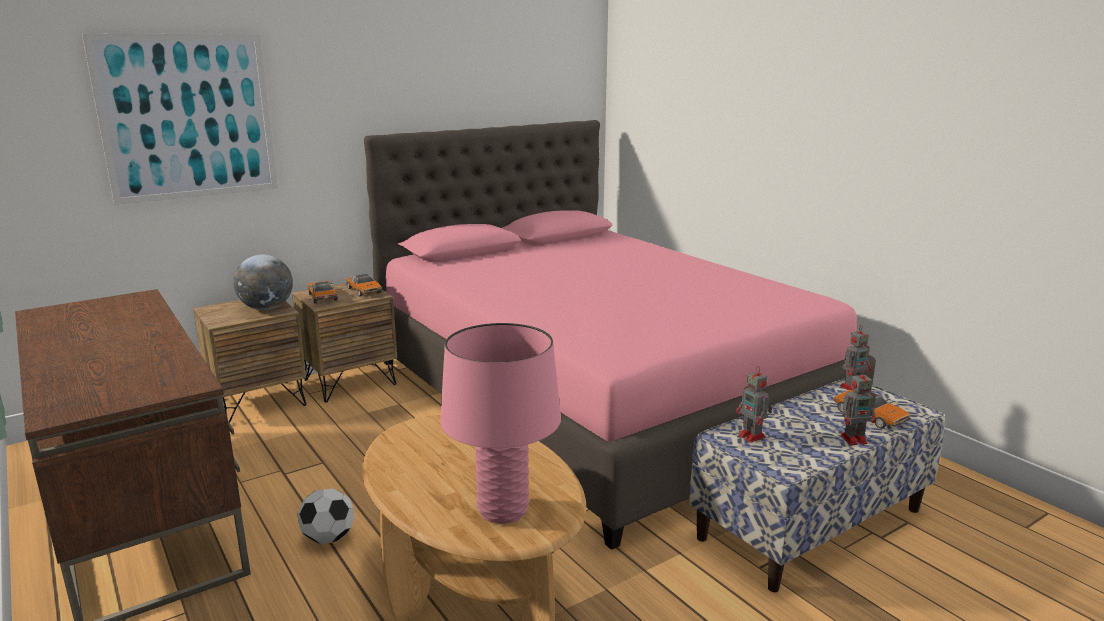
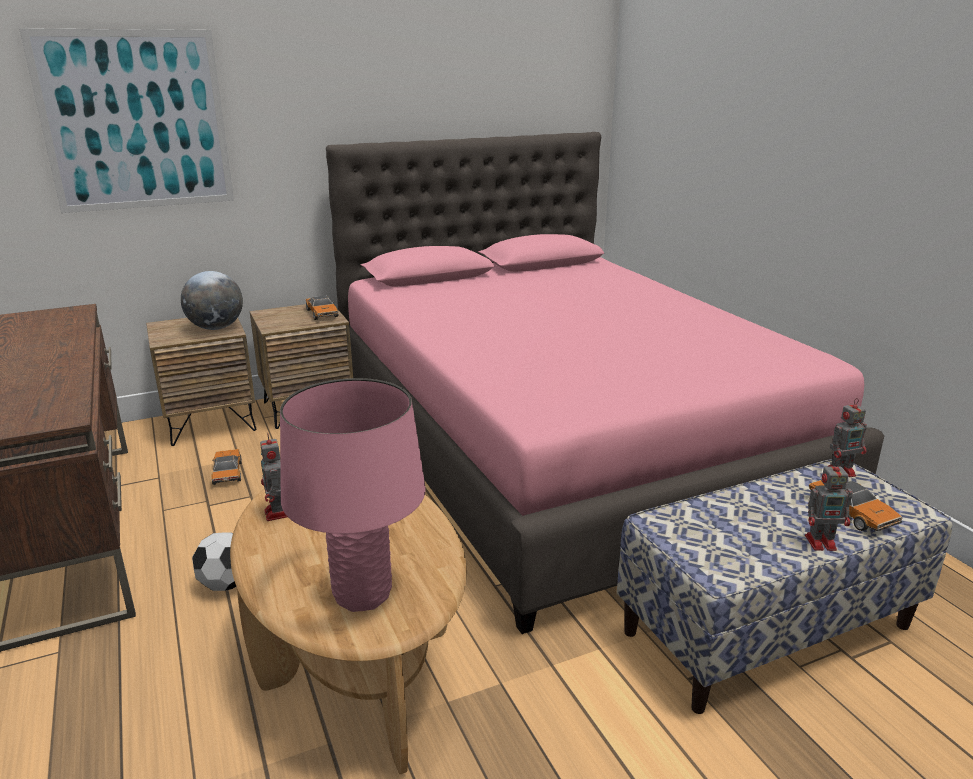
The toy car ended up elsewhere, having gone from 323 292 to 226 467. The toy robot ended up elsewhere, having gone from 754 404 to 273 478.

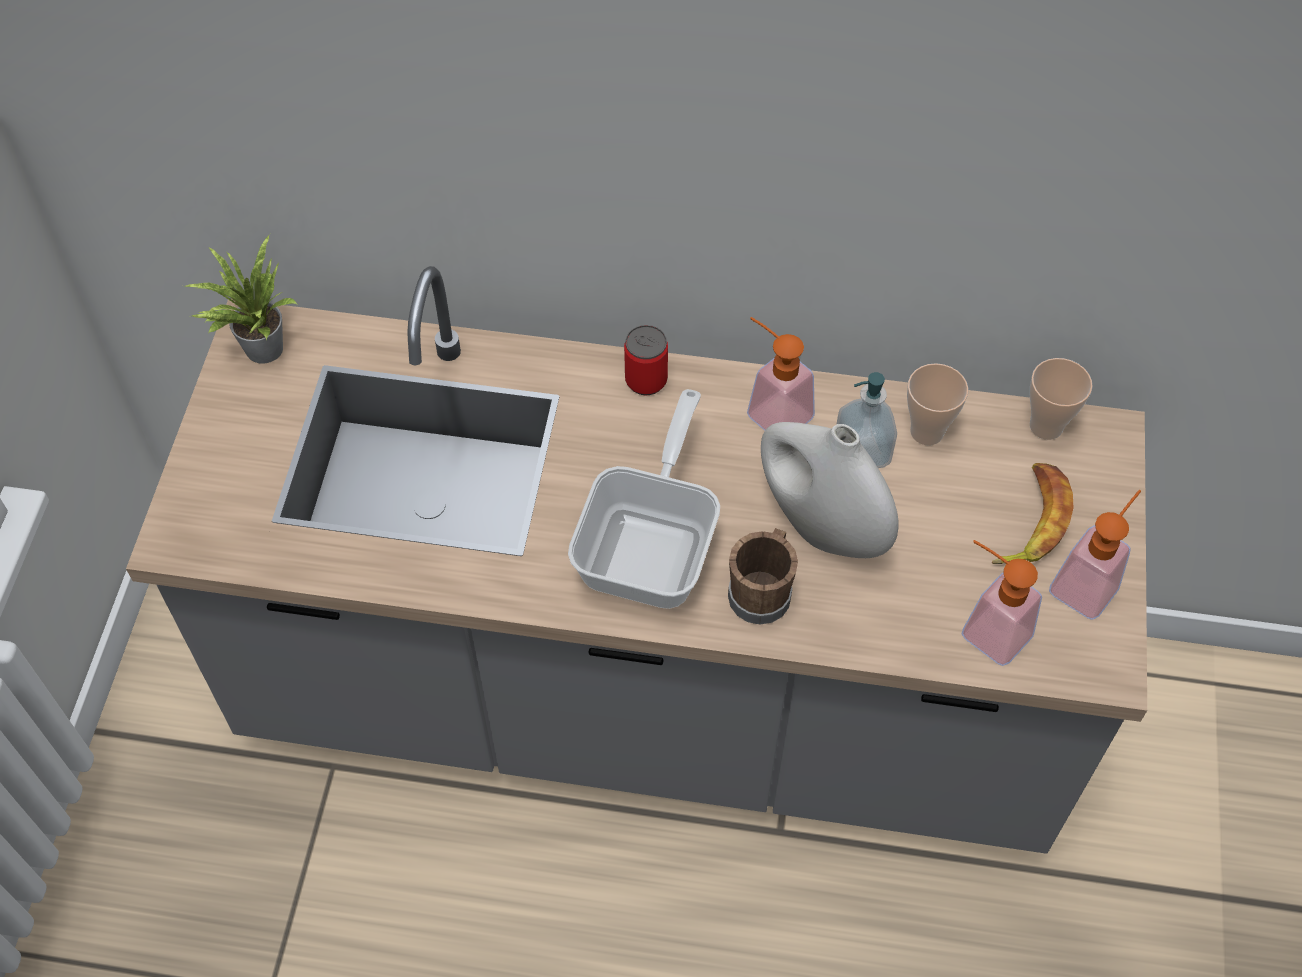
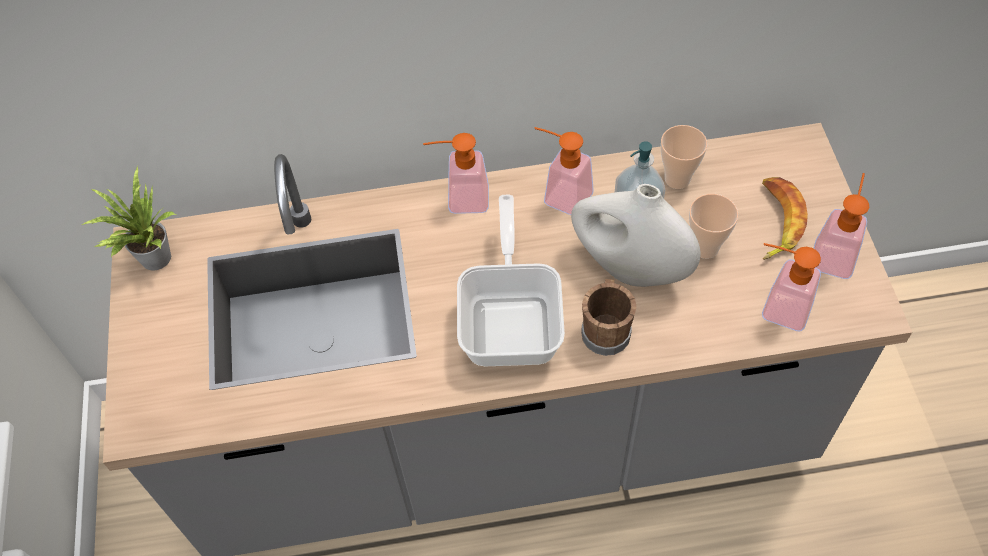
The cup ended up elsewhere, having gone from 1061 399 to 713 226. Where the can stood at 646 360, the soap dispenser came to stand at 456 173.

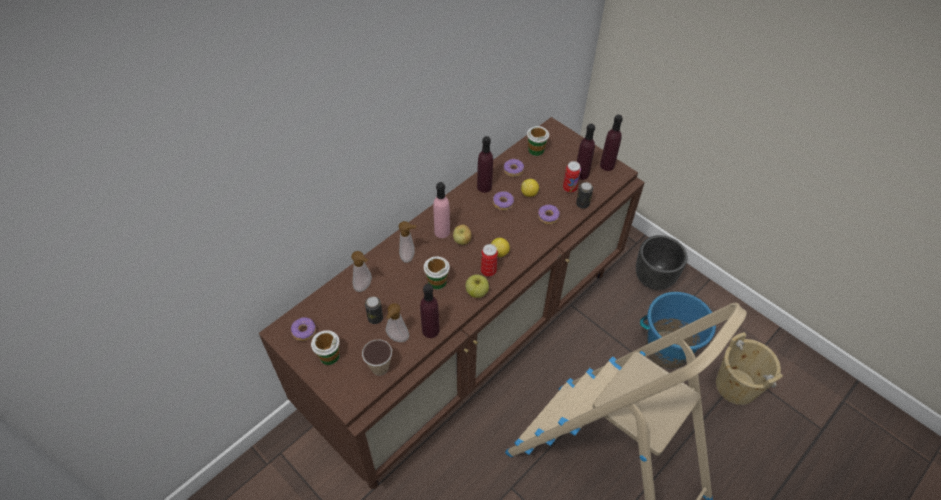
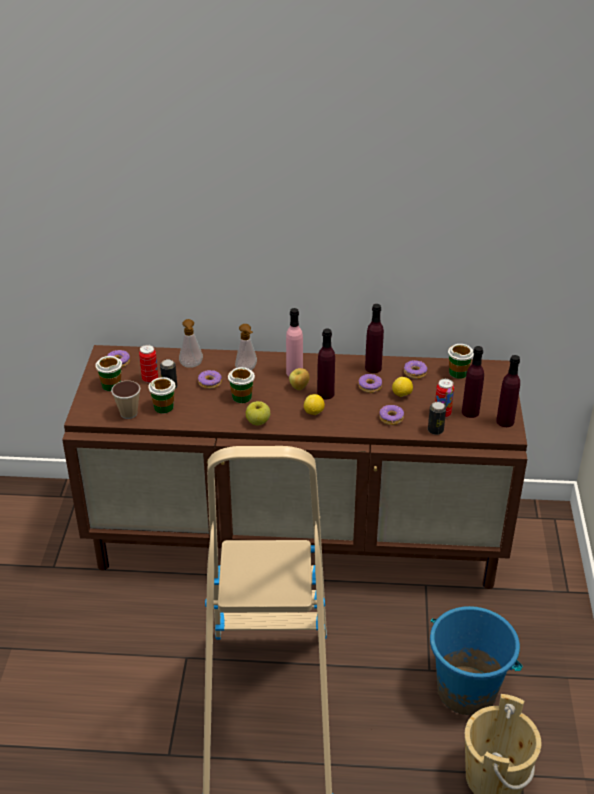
The second view lost the planter (black) at 662 262. The second view gained the donut at 210 379. The bottle (purple) ended up elsewhere, having gone from 429 311 to 326 364. The can ended up elsewhere, having gone from 489 260 to 148 364. Where the soap dispenser stood at 397 322, the cup came to stand at 162 395.

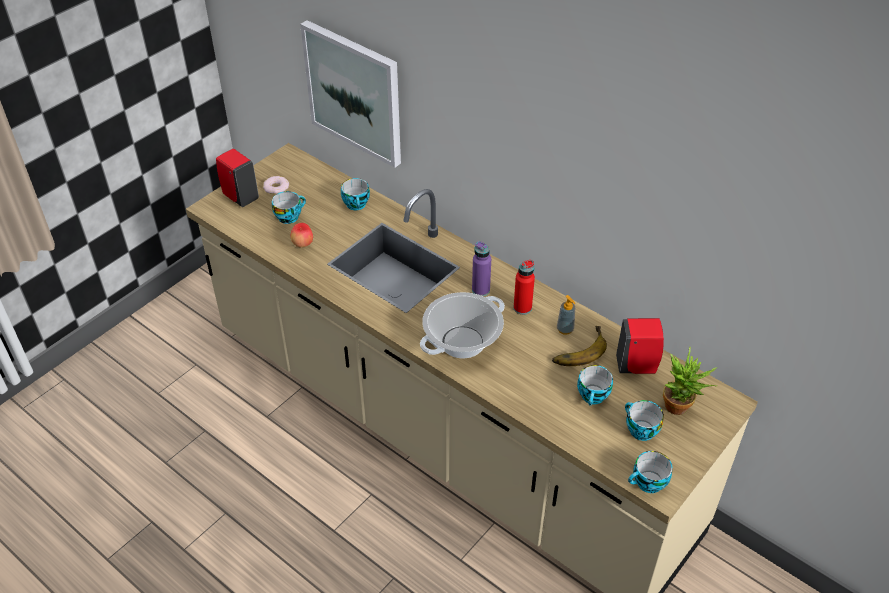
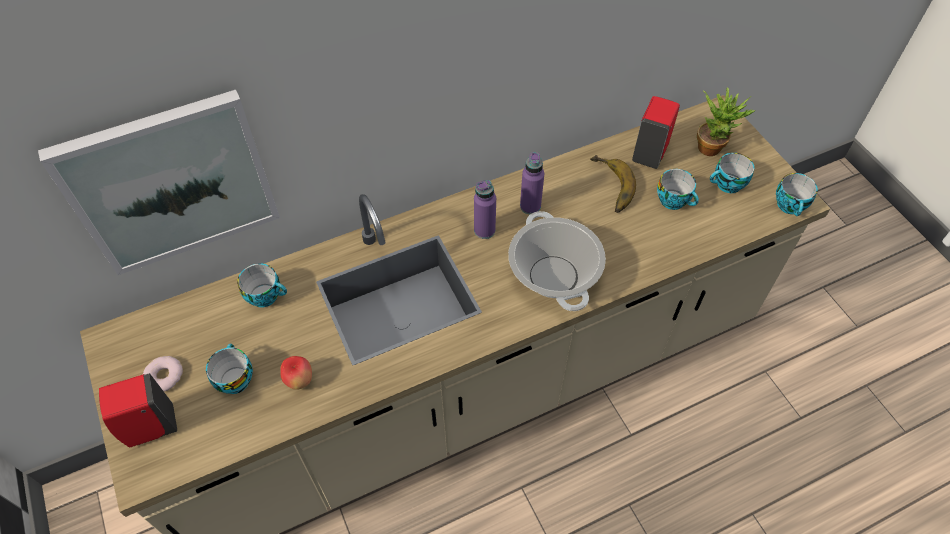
The second view lost the soap dispenser at 566 315. What was the bottle (red) at 524 287 turned into the bottle (purple) at 532 183.

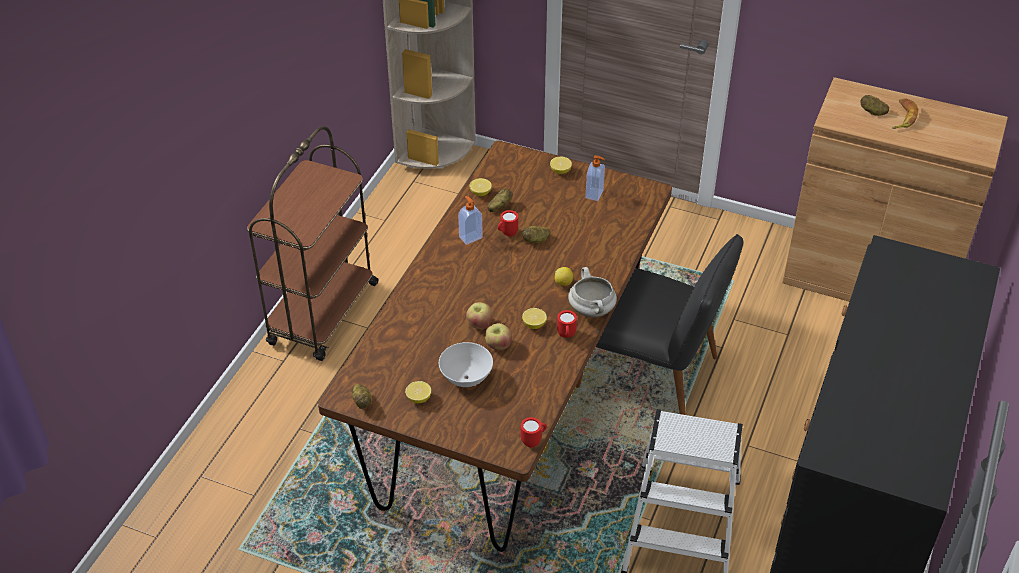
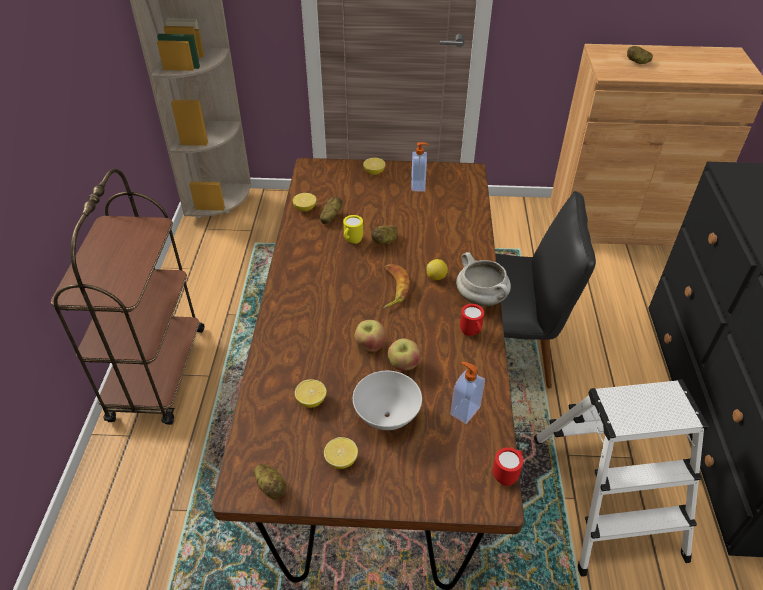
The soap dispenser ended up elsewhere, having gone from 470 220 to 468 393. The lemon ended up elsewhere, having gone from 534 318 to 311 393. The banana ended up elsewhere, having gone from 905 113 to 397 286. What was the mug (red) at 508 223 turned into the mug (yellow) at 353 229.

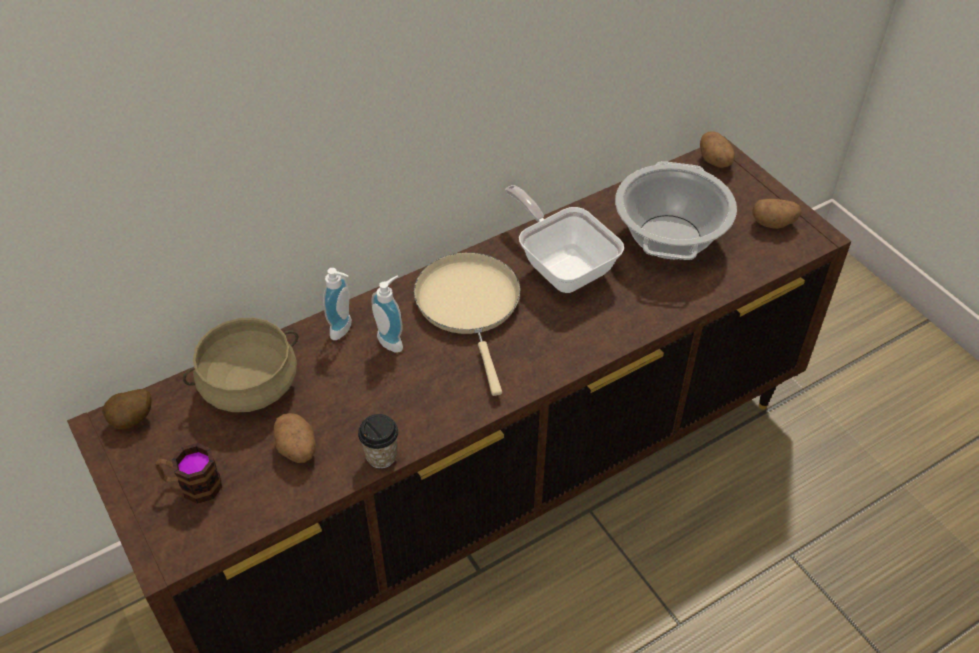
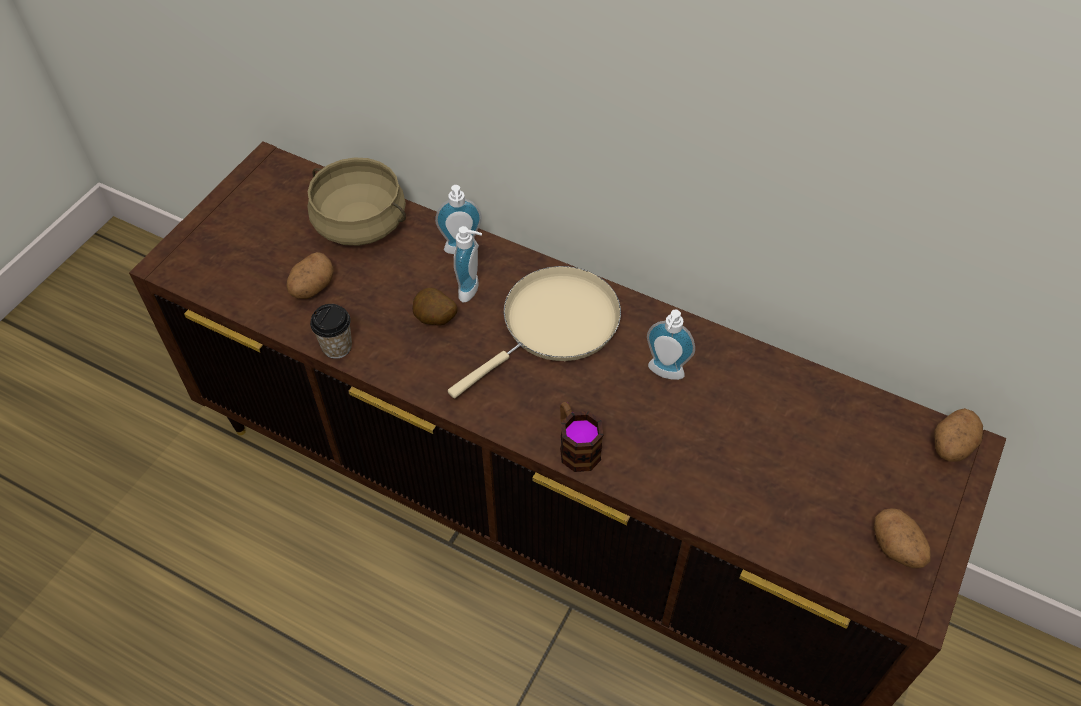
The second view lost the cooking pot at 676 210. The potato ended up elsewhere, having gone from 127 409 to 435 307. The mug ended up elsewhere, having gone from 188 473 to 581 437. Where the frying pan stood at 564 239, the soap dispenser came to stand at 671 345.

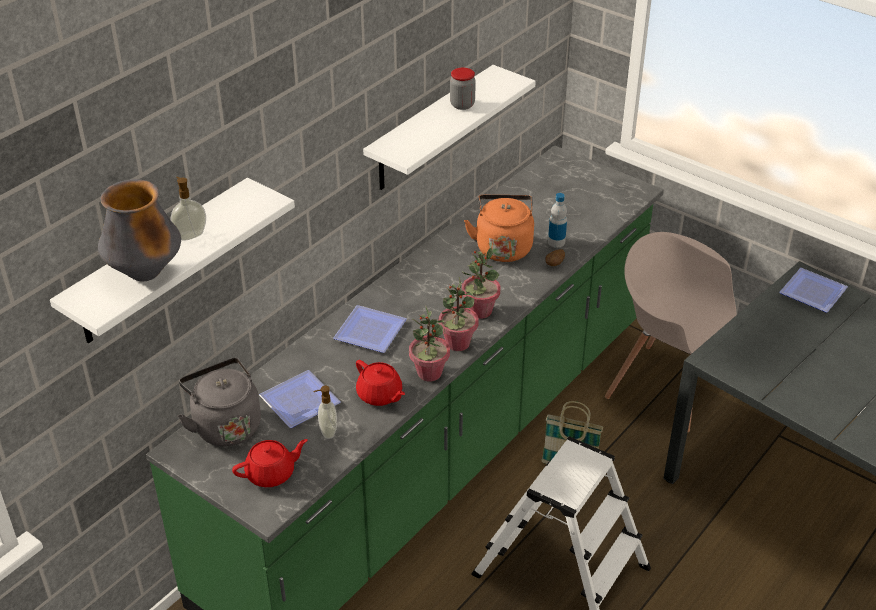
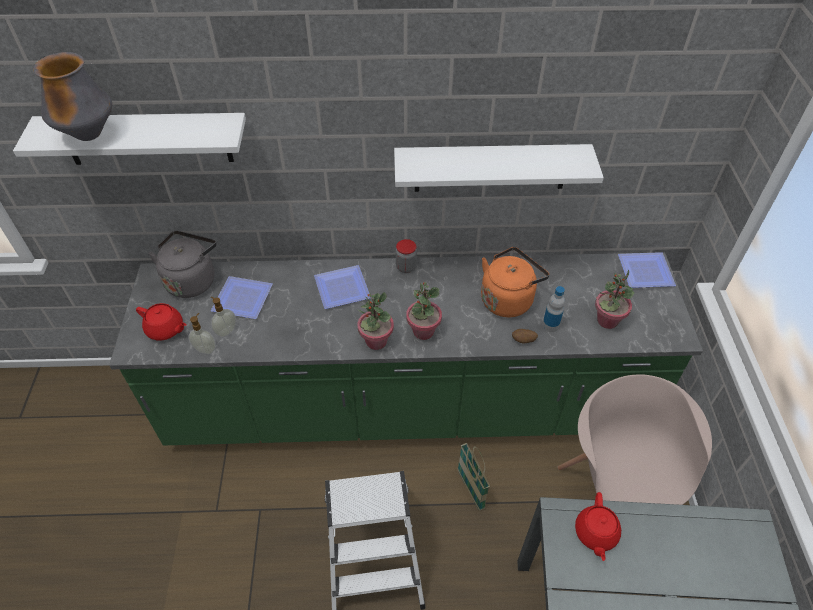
The soap dispenser ended up elsewhere, having gone from 188 209 to 202 333. The teapot (red) ended up elsewhere, having gone from 380 383 to 598 526. The potted plant ended up elsewhere, having gone from 429 344 to 614 299. The jar ended up elsewhere, having gone from 463 89 to 406 256. The plate ended up elsewhere, having gone from 813 290 to 647 270.

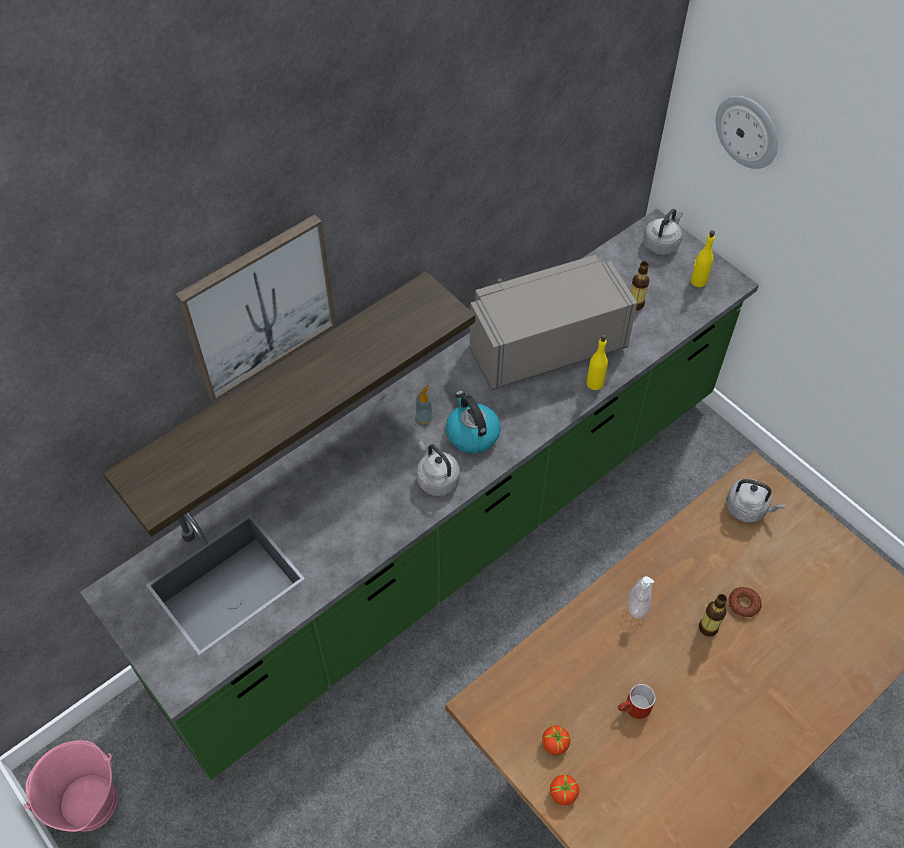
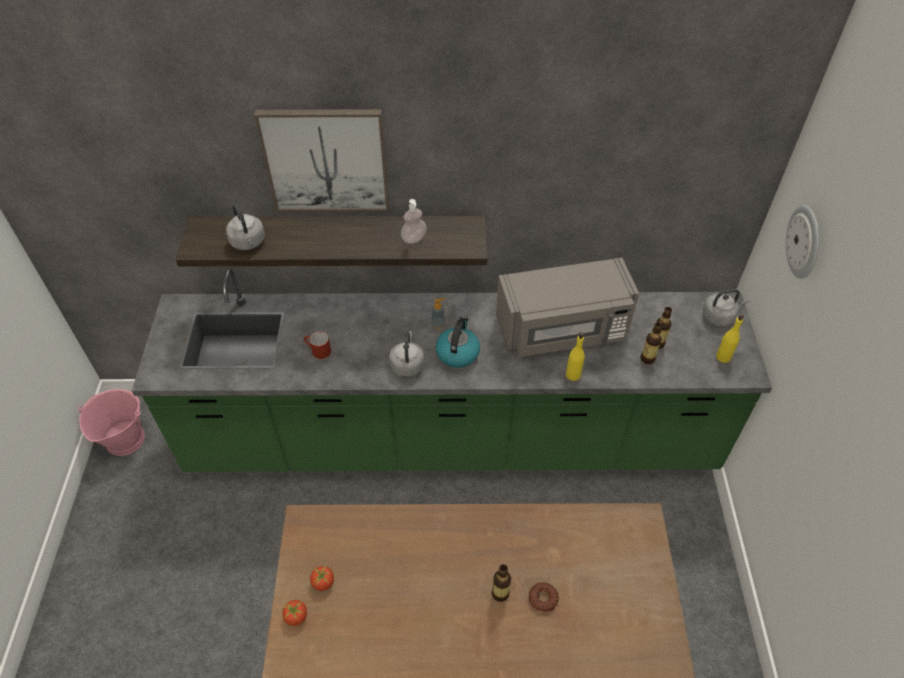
The second view gained the bottle at 651 343. The mug (red) ended up elsewhere, having gone from 637 701 to 317 345. The soap dispenser ended up elsewhere, having gone from 640 597 to 414 221. The kettle (grey) ended up elsewhere, having gone from 755 501 to 245 226. The microwave (grey) at 553 322 ended up facing another way, 150 degrees clockwise from before.

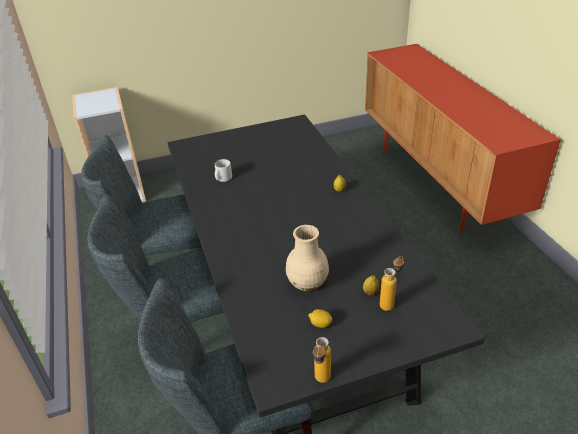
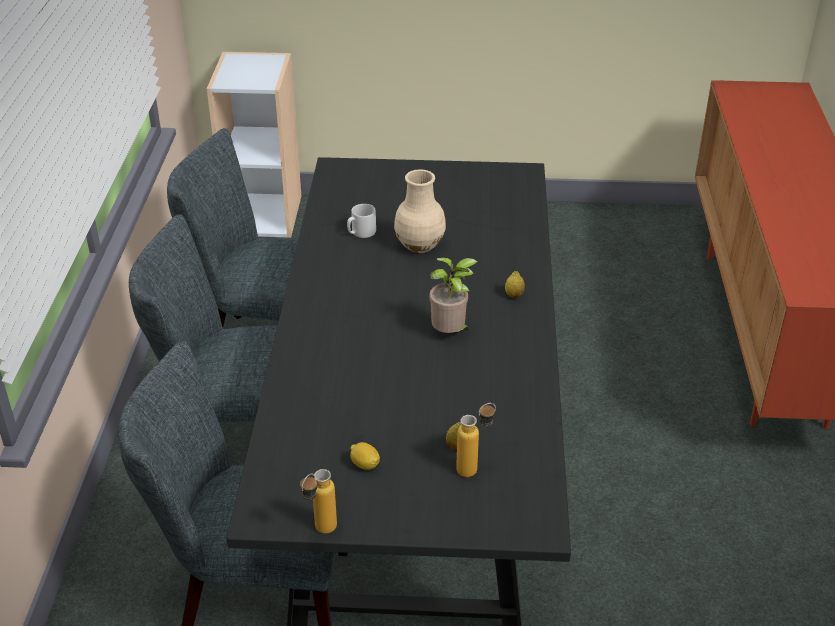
The second view gained the potted plant at 453 295. The vase (beige) ended up elsewhere, having gone from 307 258 to 420 211.

